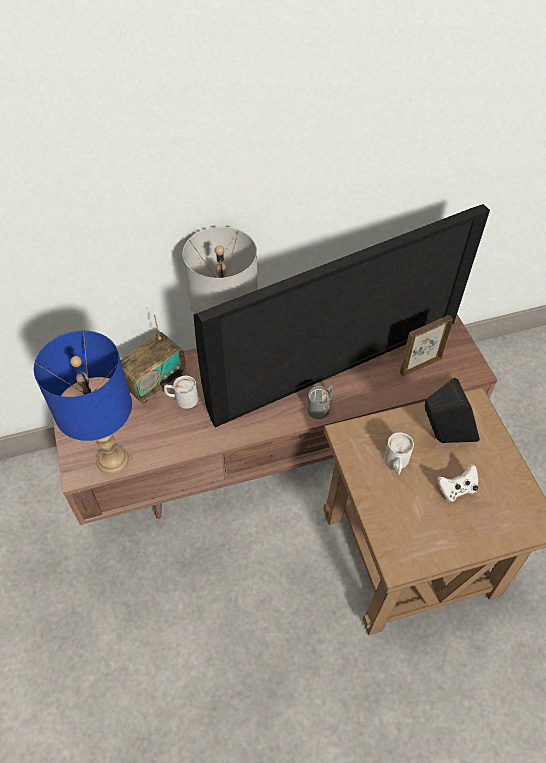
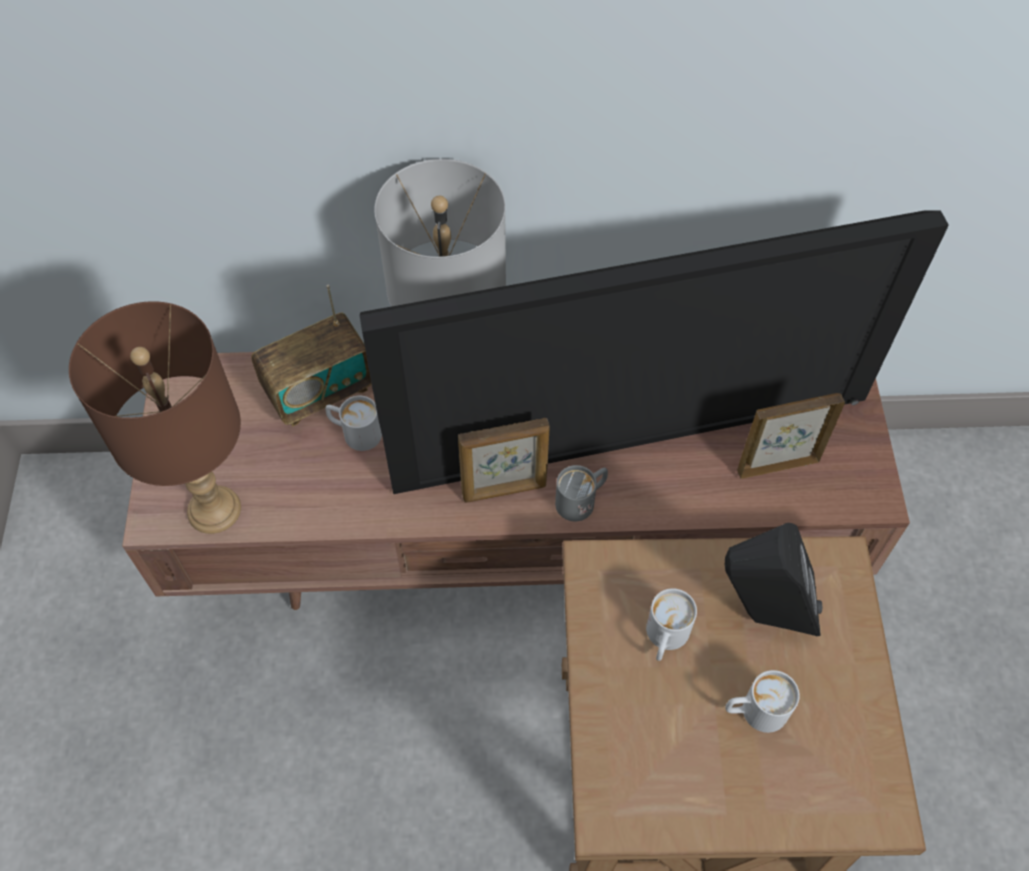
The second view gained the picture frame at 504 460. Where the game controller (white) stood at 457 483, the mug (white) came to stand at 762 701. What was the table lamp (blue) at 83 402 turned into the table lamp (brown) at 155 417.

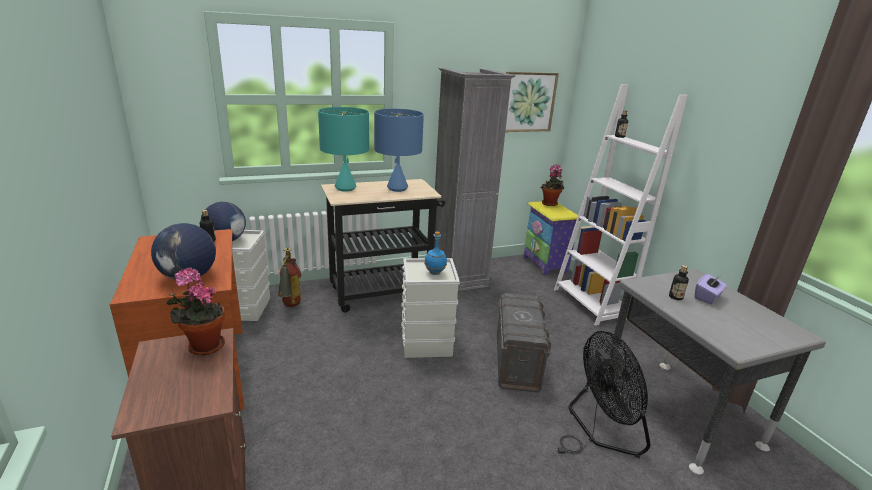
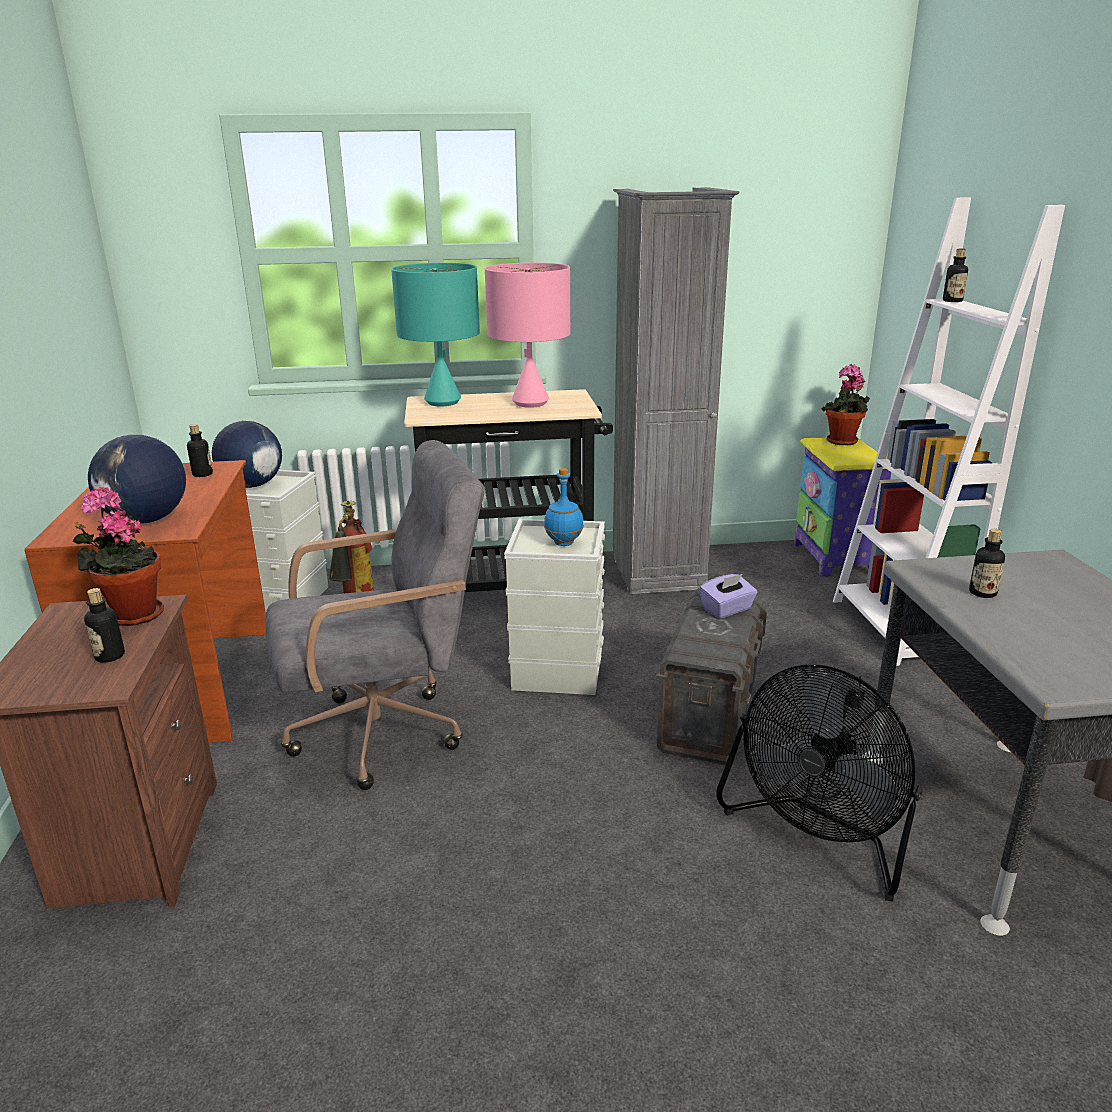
The second view lost the picture at 532 102. The second view gained the bottle at 104 625. The second view gained the office chair (grey) at 375 615. The tissue box (purple) ended up elsewhere, having gone from 711 289 to 728 596. What was the table lamp (blue) at 399 150 turned into the table lamp (pink) at 528 335. The fan (black) at 603 394 ended up facing another way, 135 degrees clockwise from before.

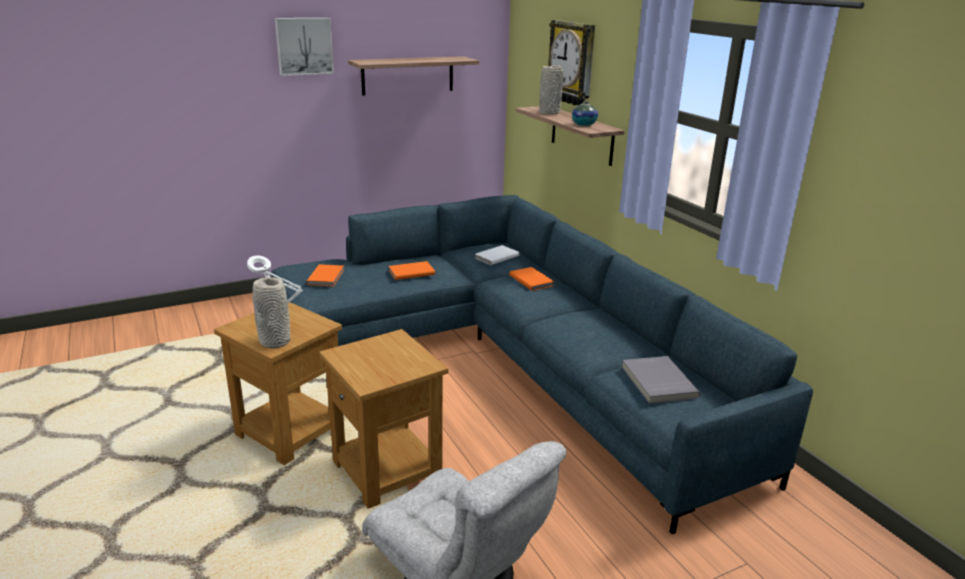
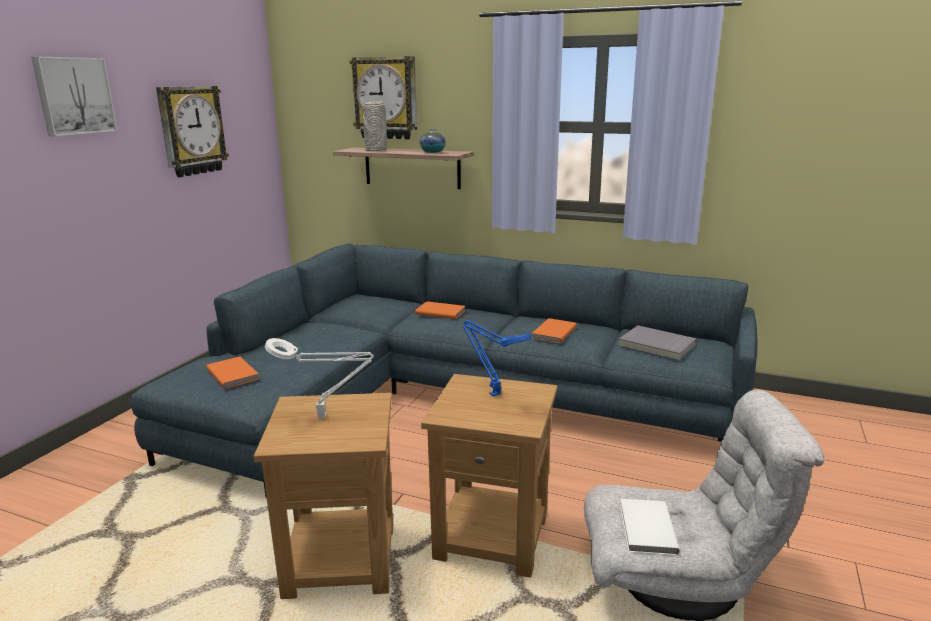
The second view lost the vase (grey) at 272 312. The second view gained the table lamp (blue) at 497 358. The book (orange) ended up elsewhere, having gone from 412 270 to 554 330. The book (white) ended up elsewhere, having gone from 497 255 to 650 527. Where the shelf hung at 413 76, the wall clock came to hang at 192 131.

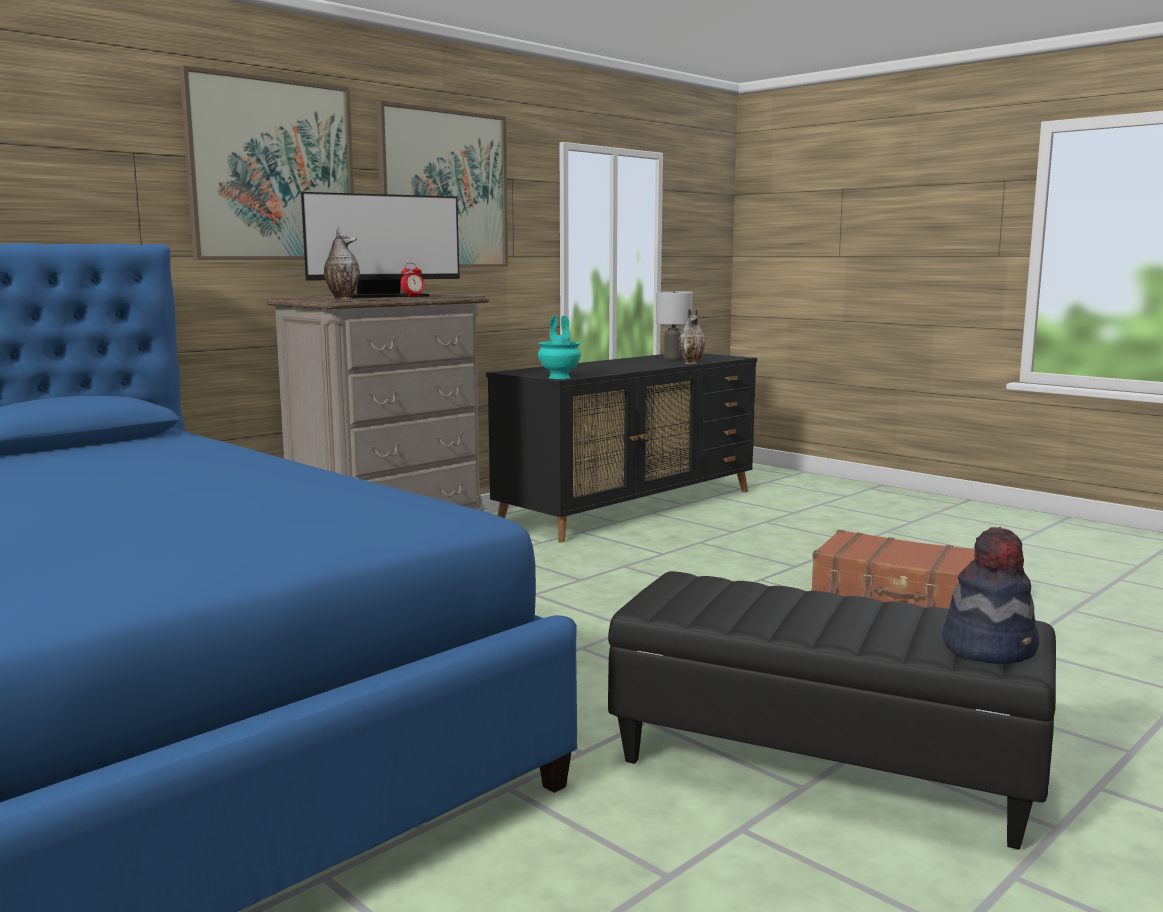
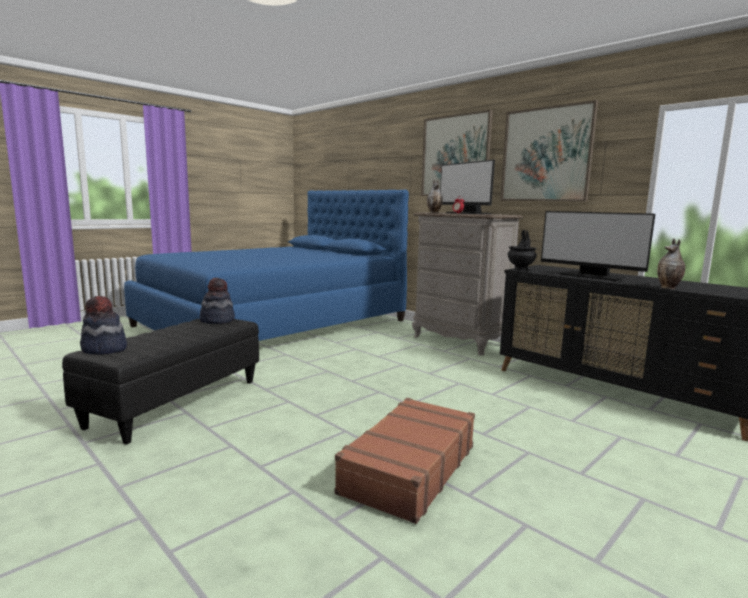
The second view lost the table lamp (white) at 674 325. The second view gained the hat at 217 301. The second view gained the monitor at 598 246. What was the vase (turquoise) at 559 347 turned into the vase (black) at 522 250.

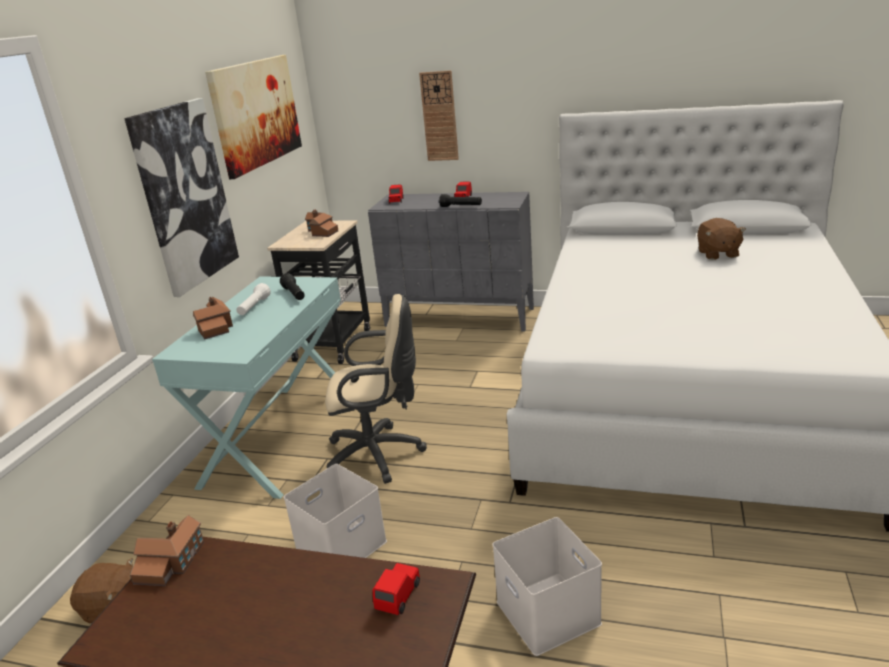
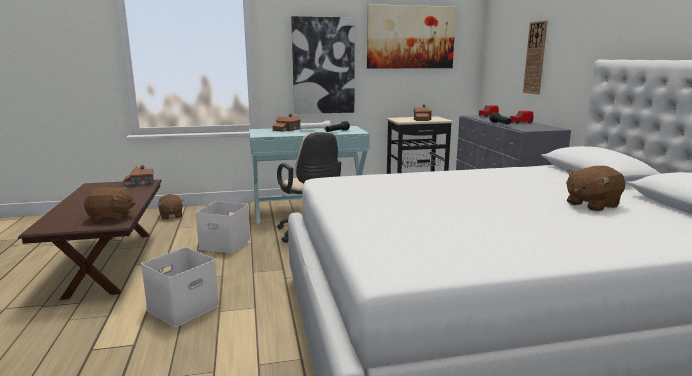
Where the toy car (red) stood at 396 589, the plush toy (brown) came to stand at 110 204.

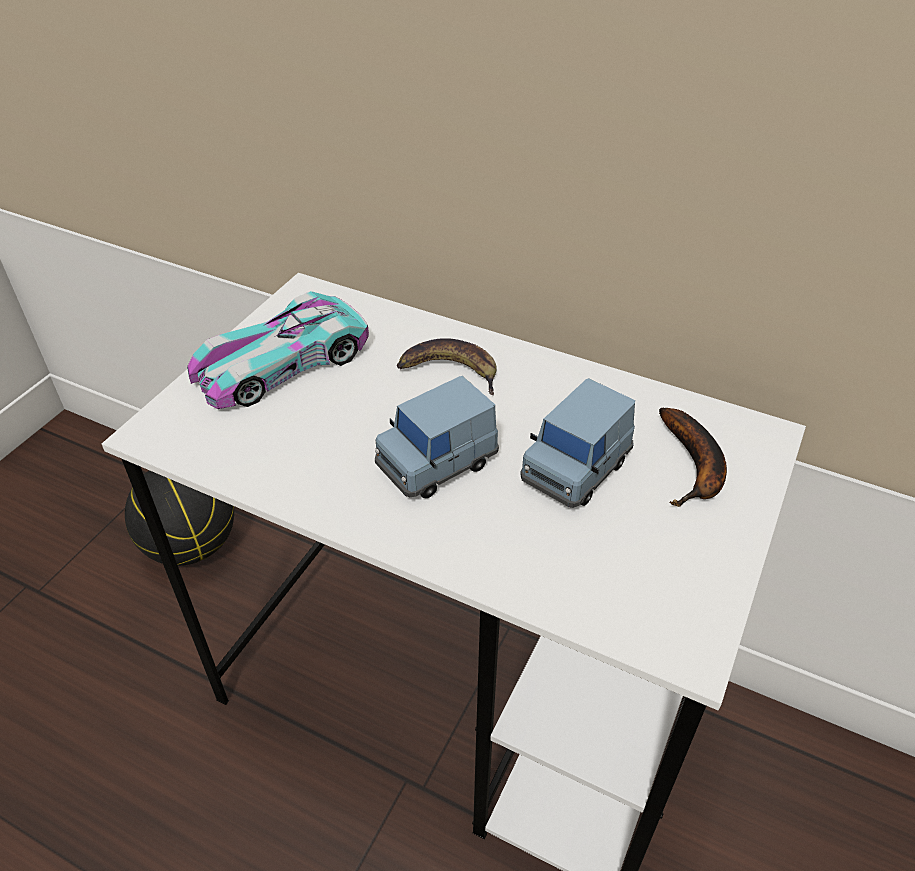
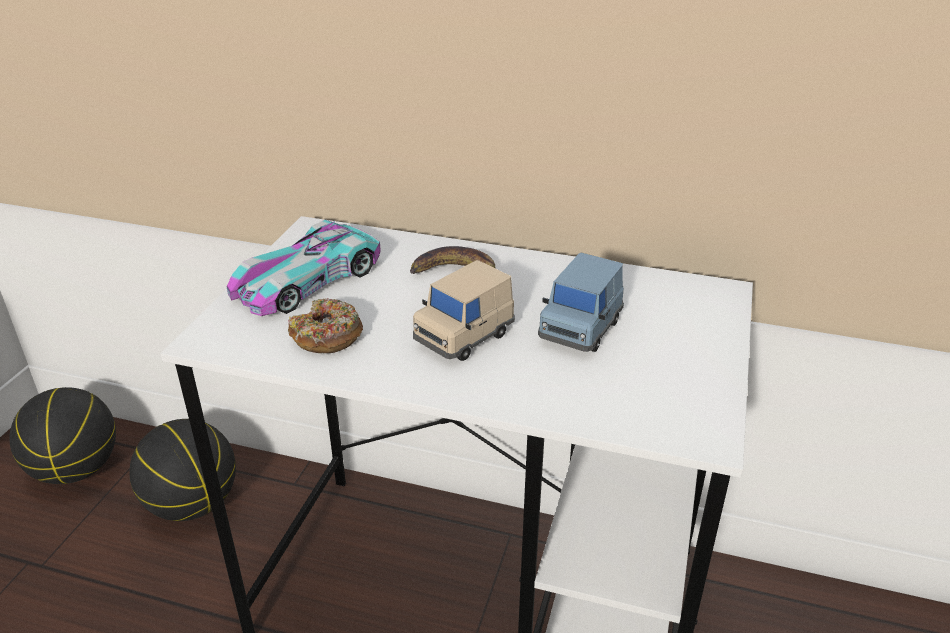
The second view lost the banana at 693 457. The second view gained the basketball at 63 435. The second view gained the donut at 325 325. What was the toy car (blue) at 437 437 turned into the toy car (beige) at 464 310.

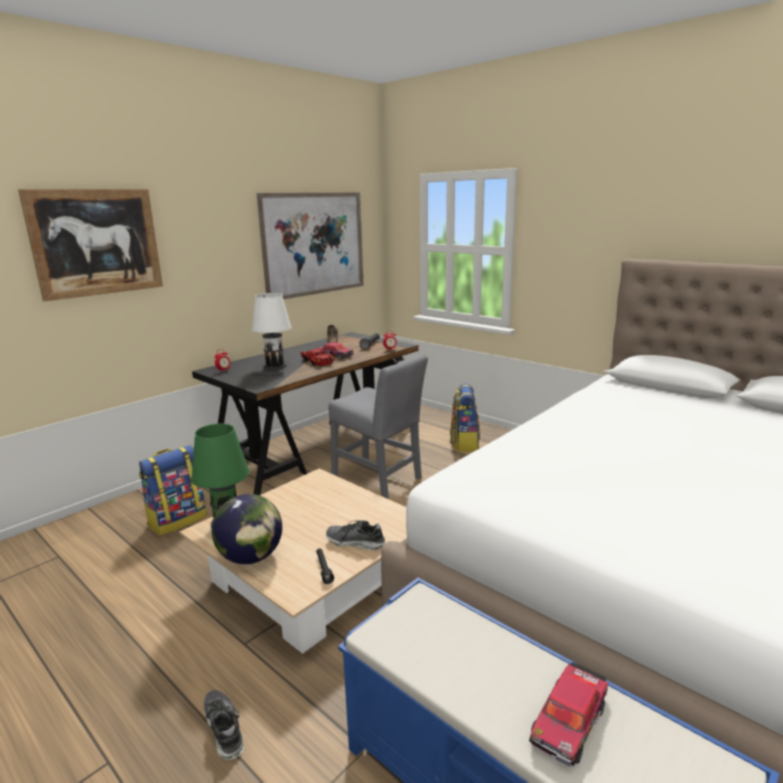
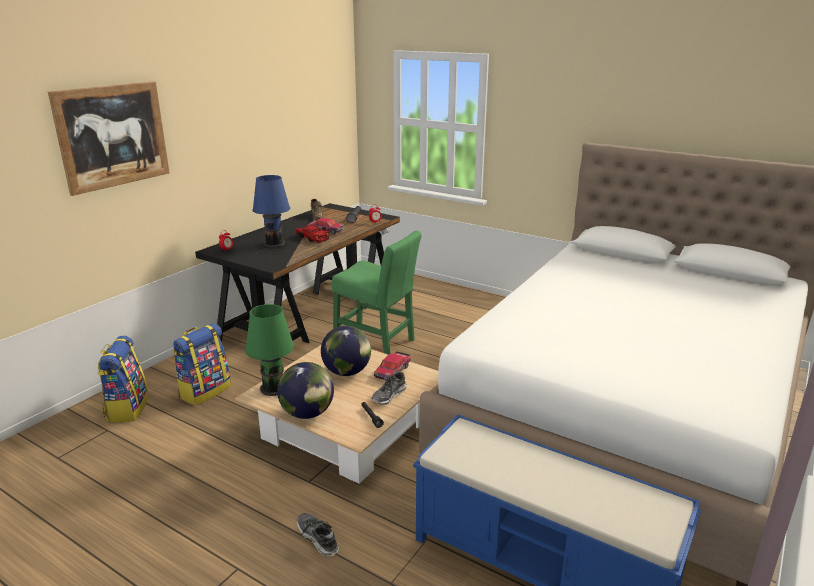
The second view lost the picture at 310 245. The second view gained the globe at 346 351. The backpack ended up elsewhere, having gone from 465 417 to 123 379. The toy car ended up elsewhere, having gone from 568 714 to 392 366. What was the table lamp (white) at 271 334 turned into the table lamp (blue) at 271 215. What was the chair (grey) at 378 426 turned into the chair (green) at 377 292. The shoe at 356 535 ended up facing another way, 60 degrees counterclockwise from before.

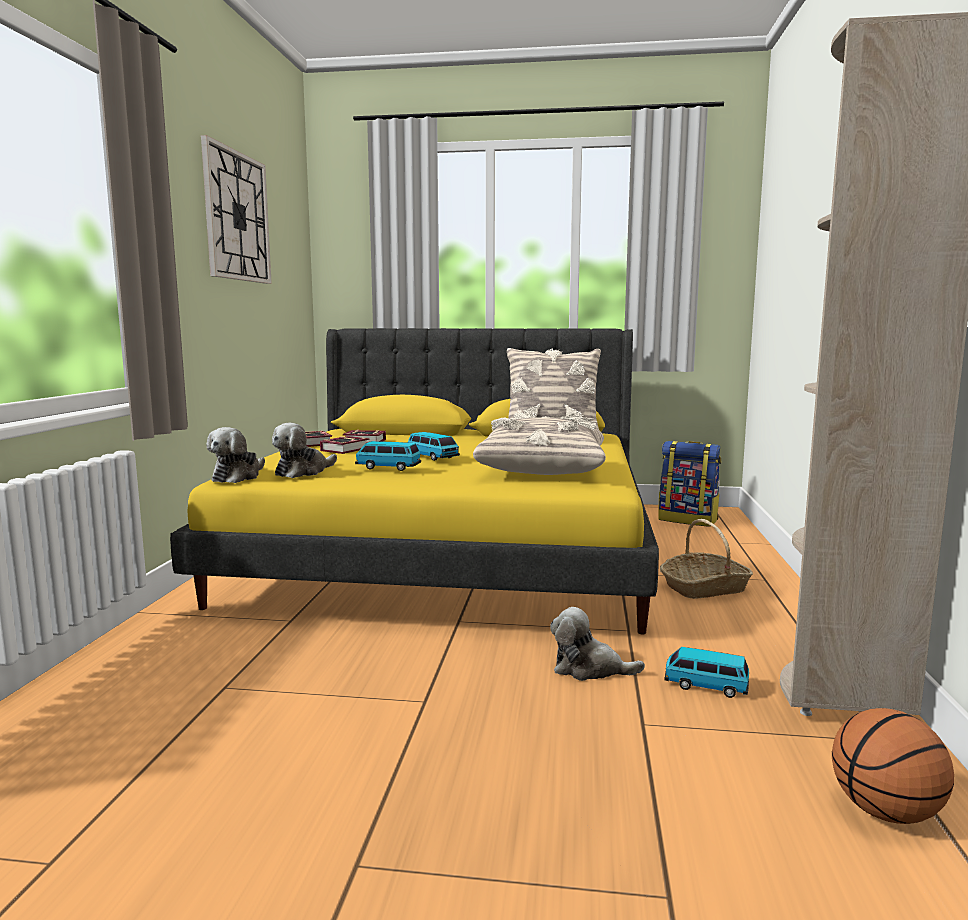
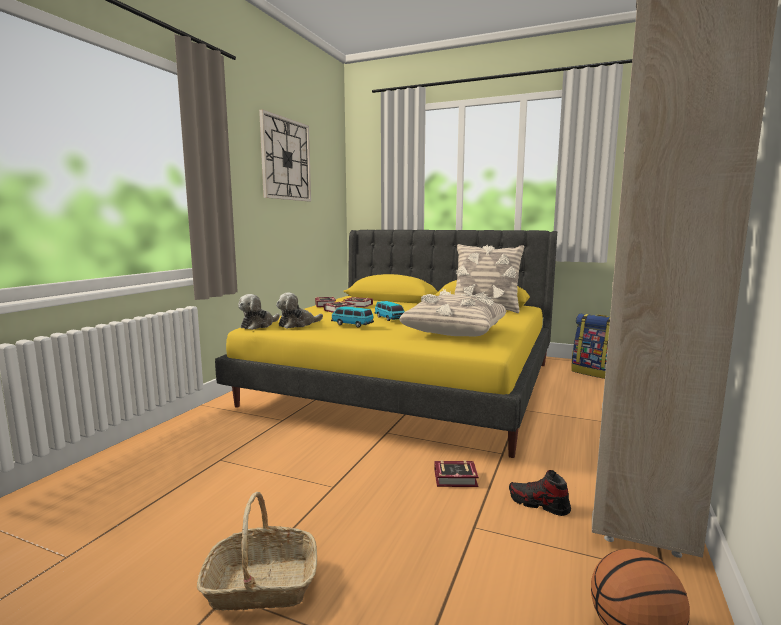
The basket ended up elsewhere, having gone from 706 559 to 257 551. Where the plush toy stood at 597 644, the book came to stand at 456 473. Where the toy car stood at 706 672, the shoe came to stand at 540 493.

